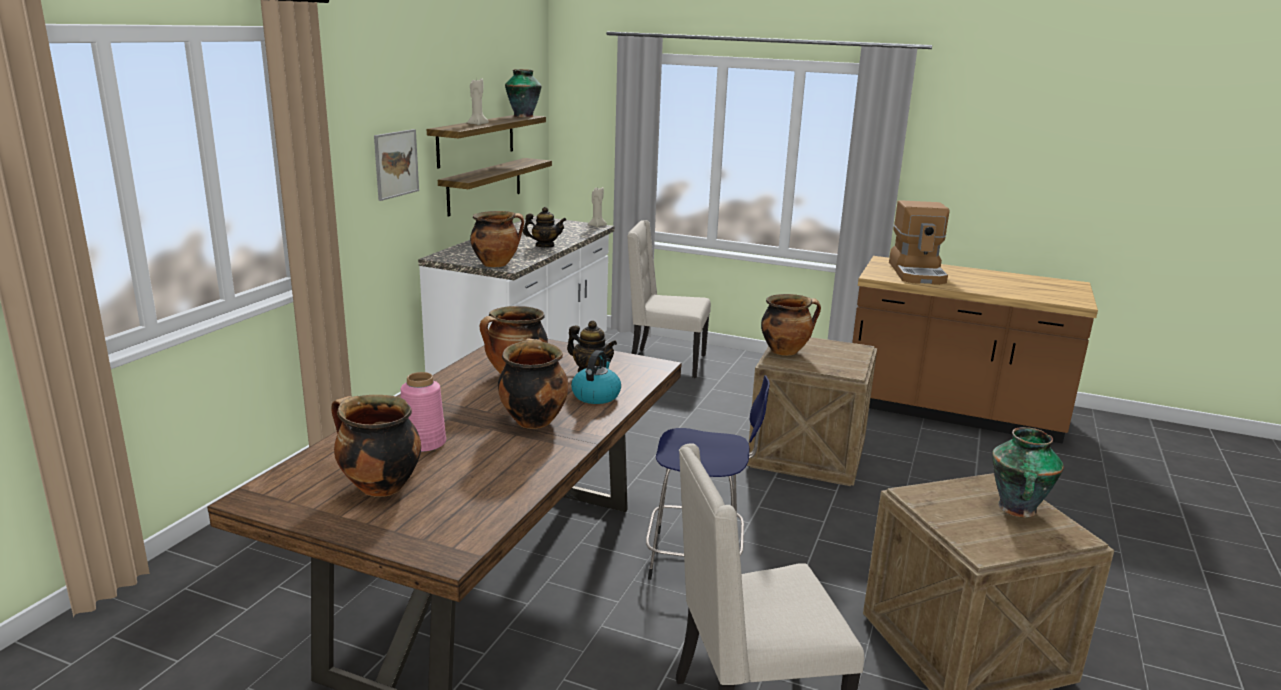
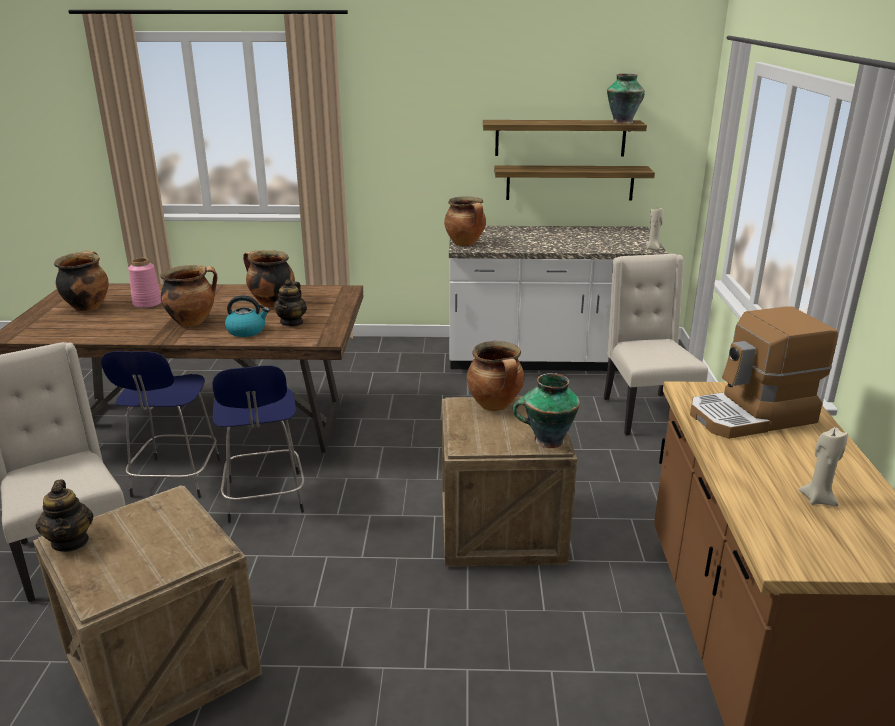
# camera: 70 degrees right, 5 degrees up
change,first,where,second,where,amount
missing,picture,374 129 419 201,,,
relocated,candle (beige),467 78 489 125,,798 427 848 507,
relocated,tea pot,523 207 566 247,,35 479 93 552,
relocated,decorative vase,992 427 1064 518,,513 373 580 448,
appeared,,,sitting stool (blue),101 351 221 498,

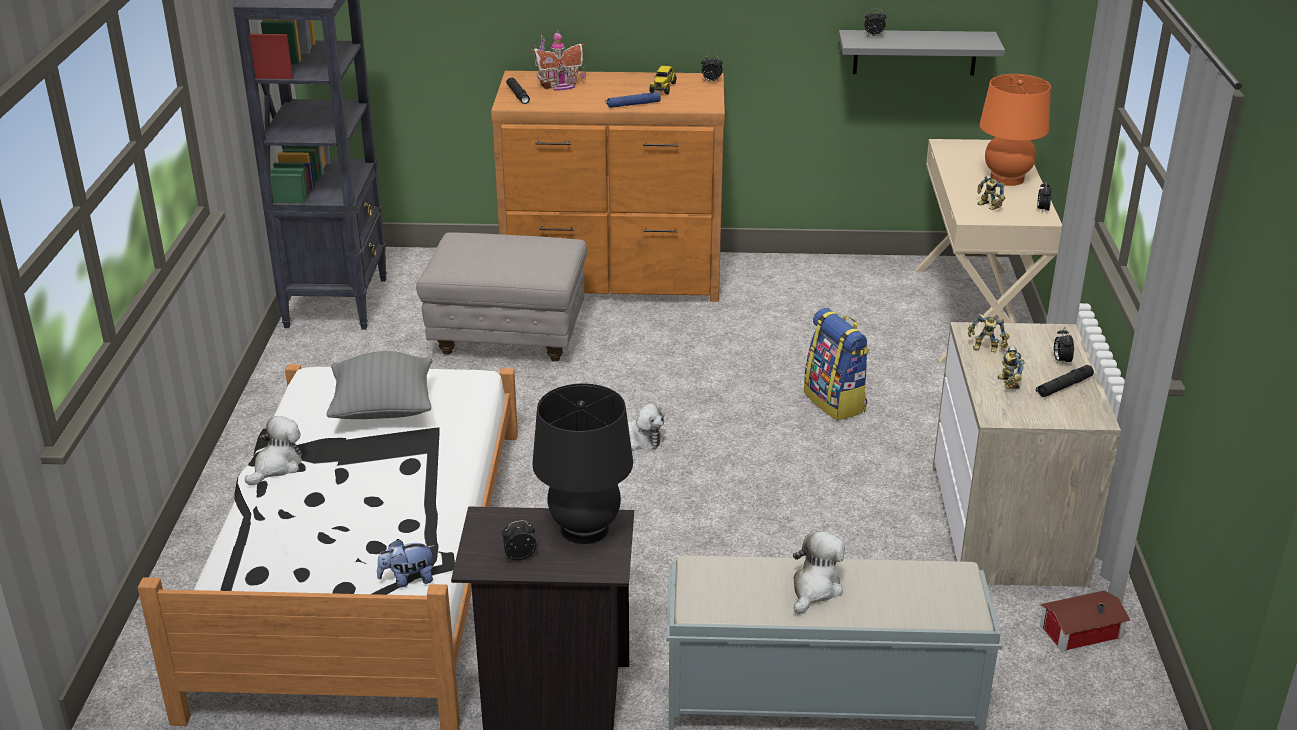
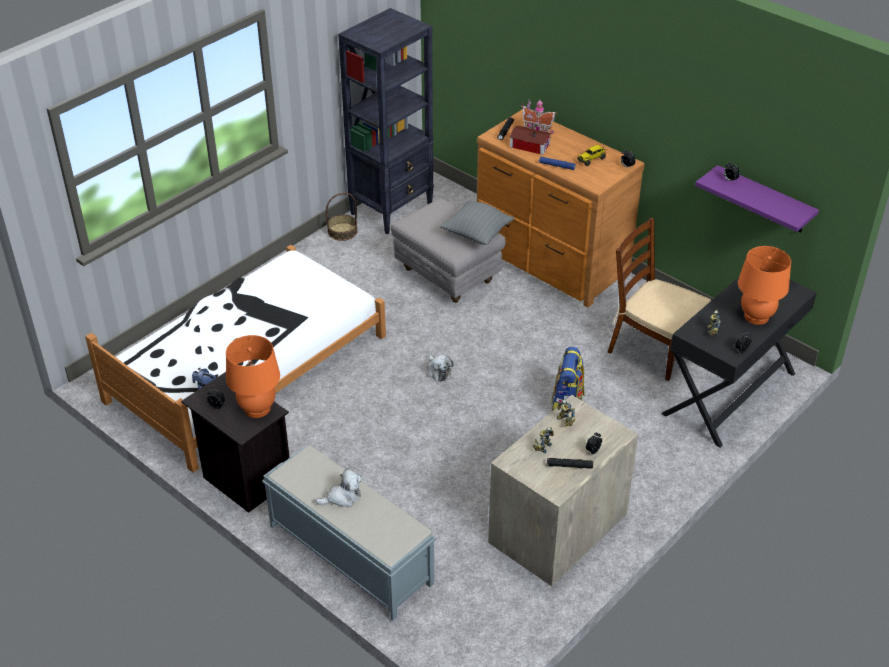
# camera: 40 degrees right, 10 degrees up
change,first,where,second,where,amount
missing,soft toy,245 416 302 485,,,
relocated,cushion (grey),327 351 432 419,,440 200 514 245,
colour,lamp for a table (black-coloured),532 384 633 544,lamp for a table (orange),226 335 280 418,
colour,shelf (grey),839 30 1005 75,shelf (purple),695 165 819 233,
colour,desk table (beige),916 139 1062 363,desk table (black-coloured),661 270 817 448,
relocated,model house,1040 590 1131 652,,509 126 552 155,
appeared,,,household basket,326 192 358 241,
appeared,,,chair (brown),607 217 711 381,

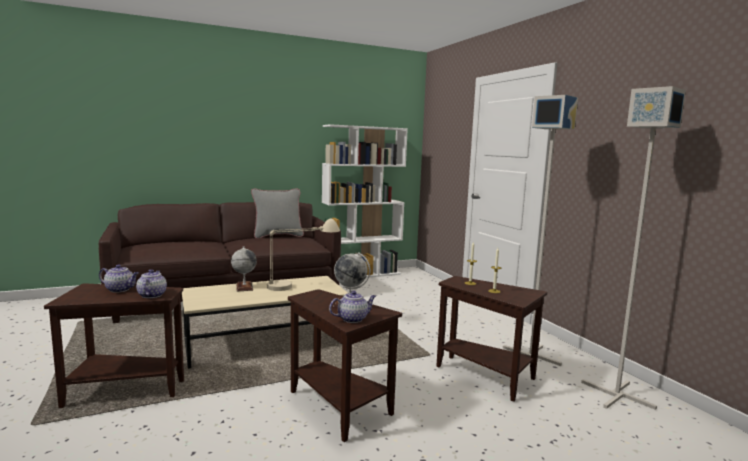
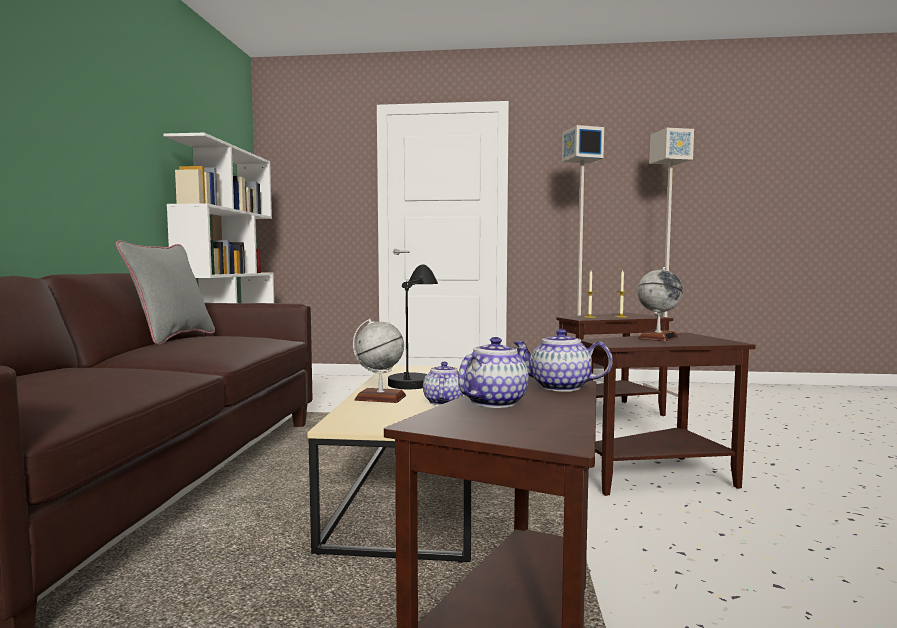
# camera: 60 degrees left, 5 degrees down
change,first,where,second,where,amount
colour,lamp for a table (beige),267 219 340 291,lamp for a table (black-coloured),388 264 438 389,
relocated,tea pot,329 291 376 323,,423 362 464 405,

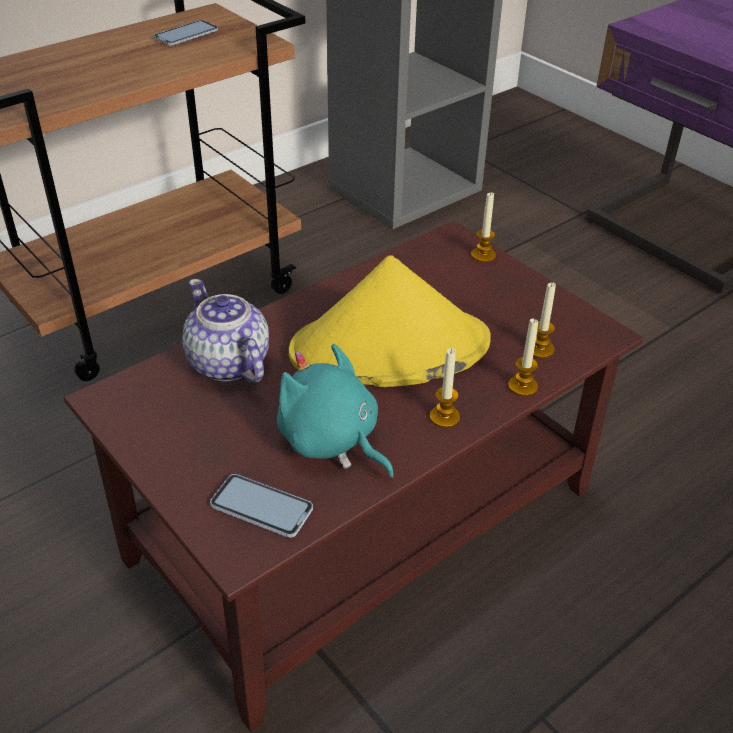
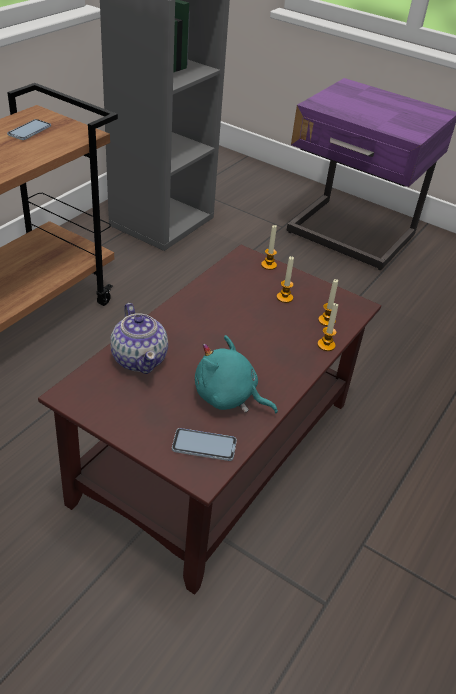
# camera: 20 degrees left, 0 degrees up
change,first,where,second,where,amount
spun,tea pot,182 279 269 383,,110 303 168 374,150 degrees counterclockwise
missing,hat (yellow-coloured),289 255 491 387,,,
relocated,candle,430 348 460 428,,277 256 294 303,

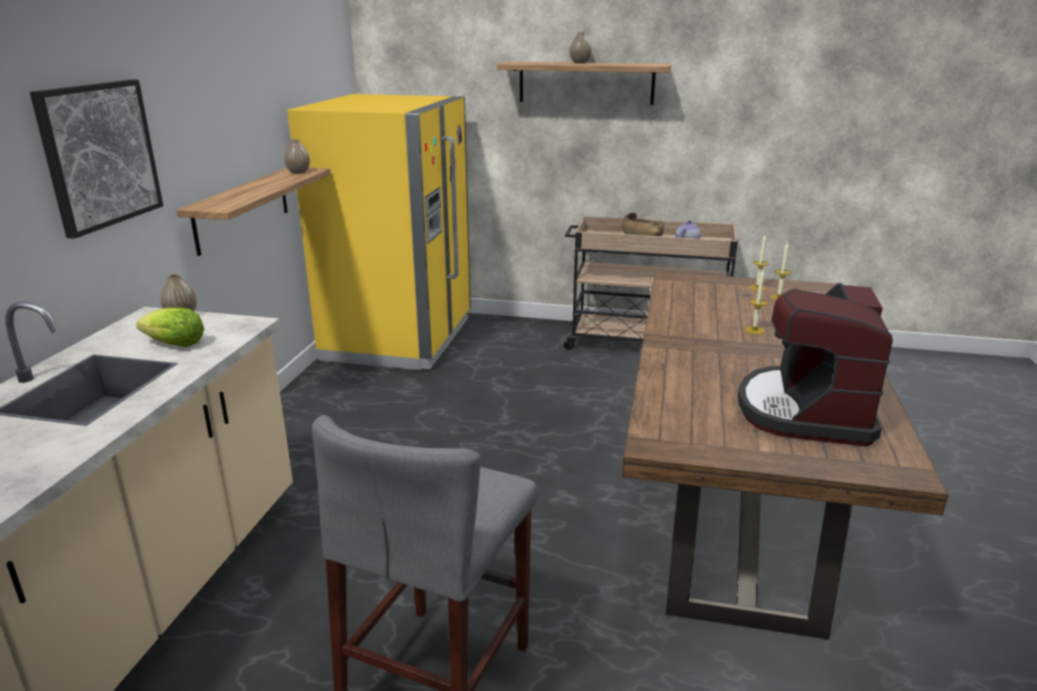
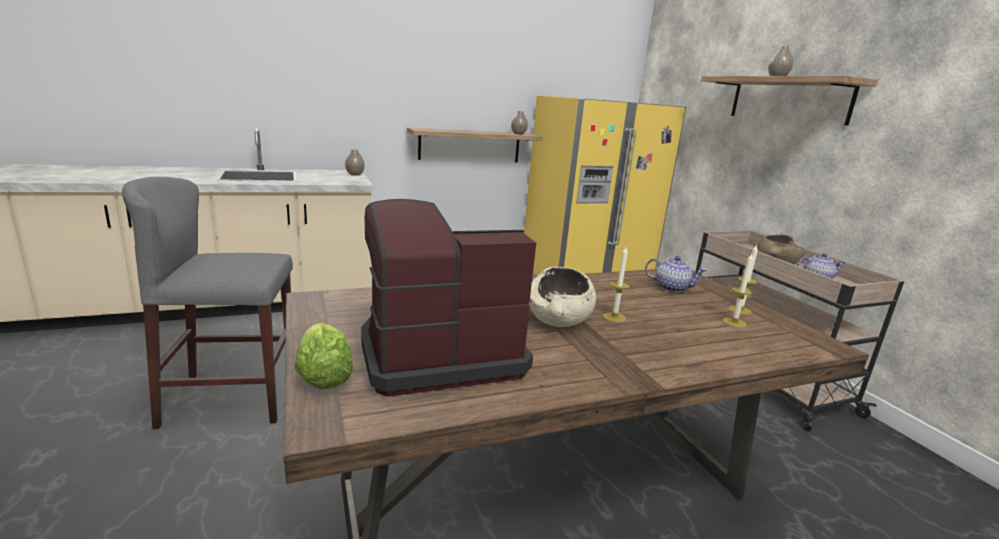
# camera: 55 degrees right, 5 degrees down
change,first,where,second,where,amount
missing,picture,30 80 163 239,,,
relocated,head of lettuce,136 308 204 347,,295 323 354 389,
appeared,,,serving bowl (beige),529 267 596 327,
appeared,,,tea pot,645 256 707 292,

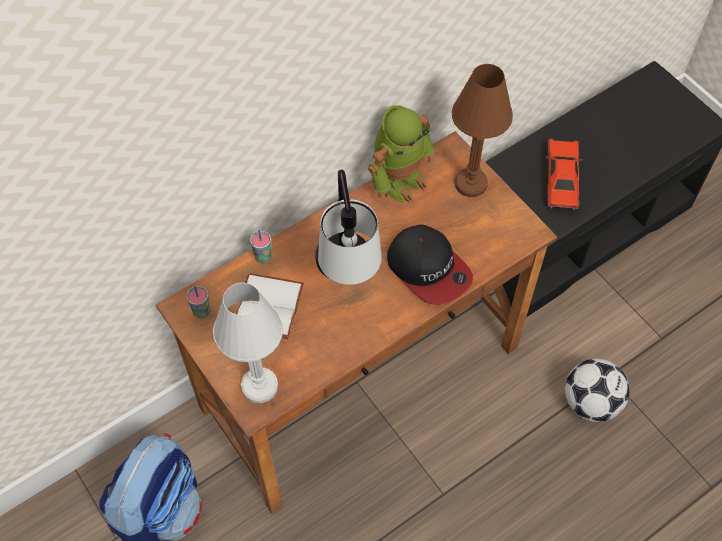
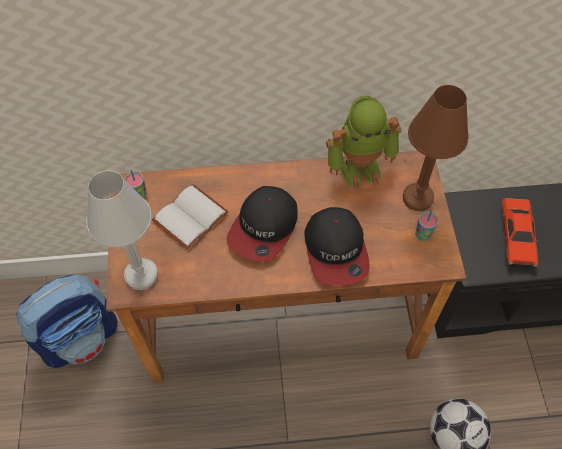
# camera: 30 degrees right, 0 degrees up
change,first,where,second,where,amount
relocated,small cup,250 230 272 263,,415 210 438 241,
exchanged,lamp for a table,315 170 382 285,baseball cap,227 186 298 262,
spun,toy car (reddish),546 139 584 210,,502 198 541 267,150 degrees clockwise

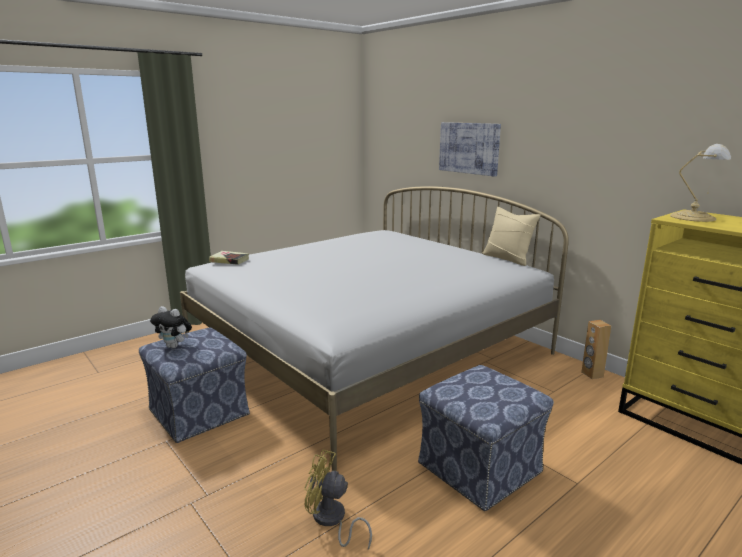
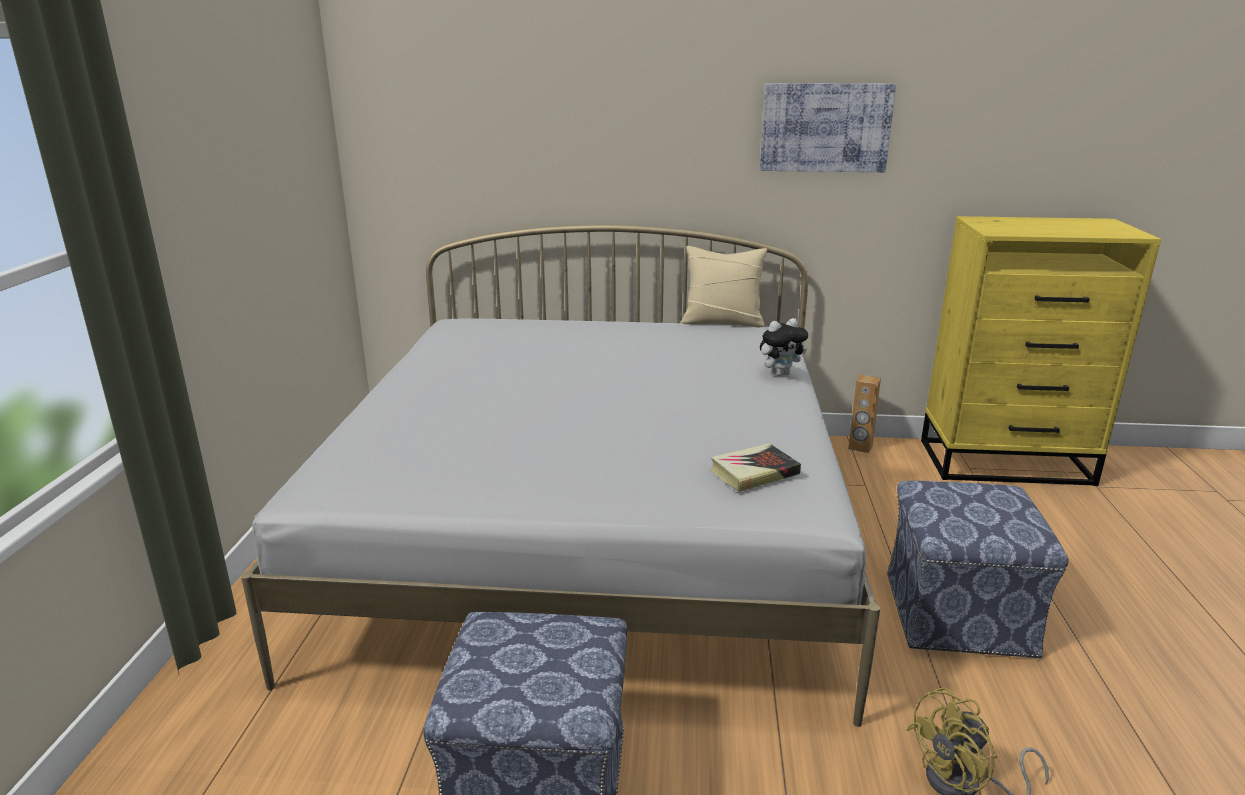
# camera: 45 degrees left, 5 degrees up
change,first,where,second,where,amount
relocated,soft toy,150 306 192 348,,760 318 808 376,
relocated,volume,209 251 249 265,,710 443 801 492,
relocated,picture,439 122 501 177,,760 83 896 172,
missing,lamp for a table,670 144 731 222,,,

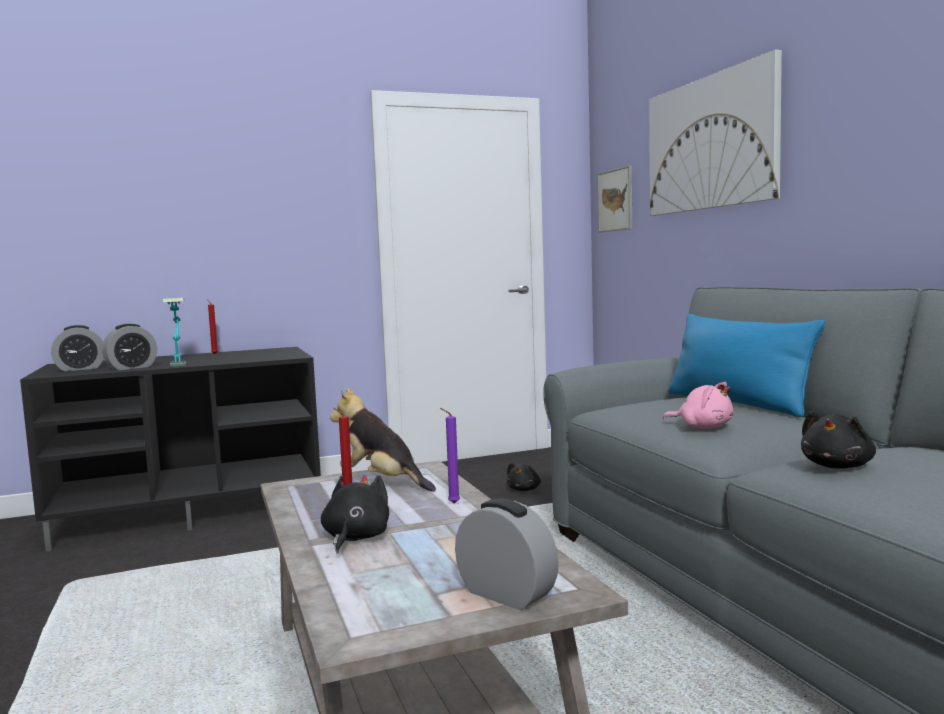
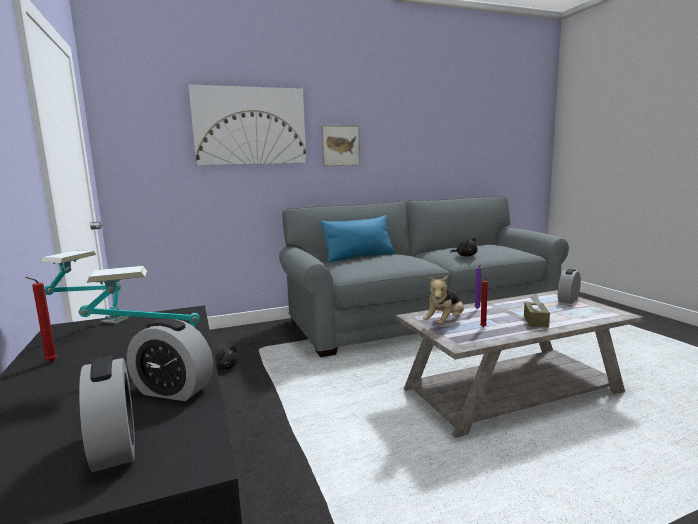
# camera: 90 degrees left, 5 degrees up
change,first,where,second,where,amount
spun,bedside clock,102 324 157 370,,127 318 213 401,150 degrees clockwise
exchanged,soft toy (black-coloured),321 475 389 554,tissue holder (brown),524 293 550 327,
relocated,picture,597 165 632 232,,321 125 360 166,
missing,soft toy (pink),663 382 734 429,,,
appeared,,,lamp for a table,41 250 129 324,

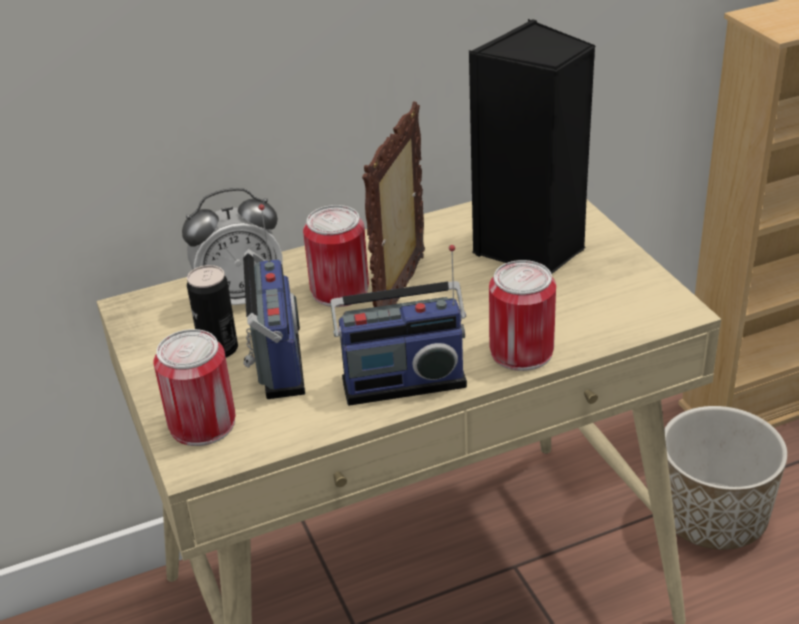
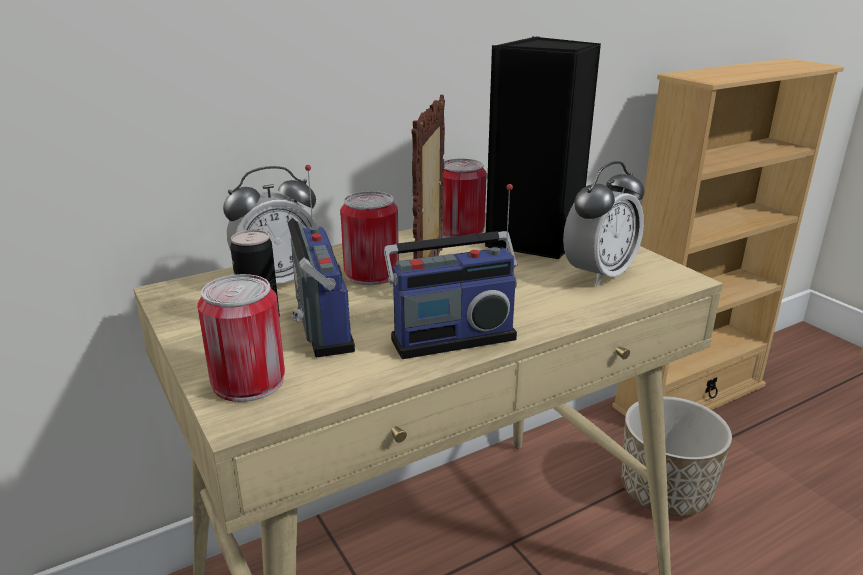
# camera: 10 degrees left, 10 degrees down
change,first,where,second,where,amount
relocated,sealed can,489 260 556 371,,443 158 487 237,
appeared,,,bedside clock,563 161 645 286,

